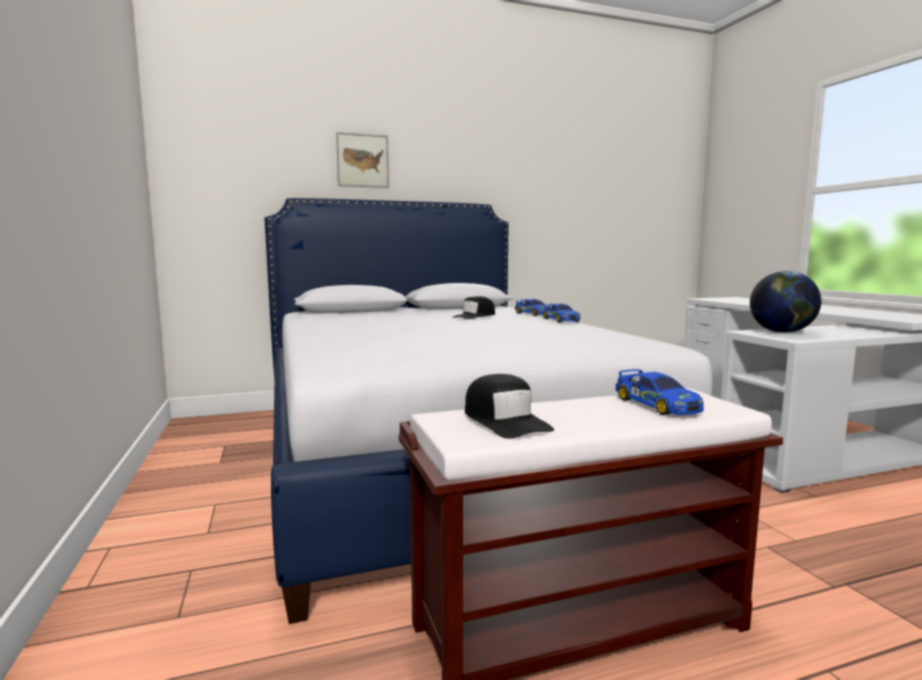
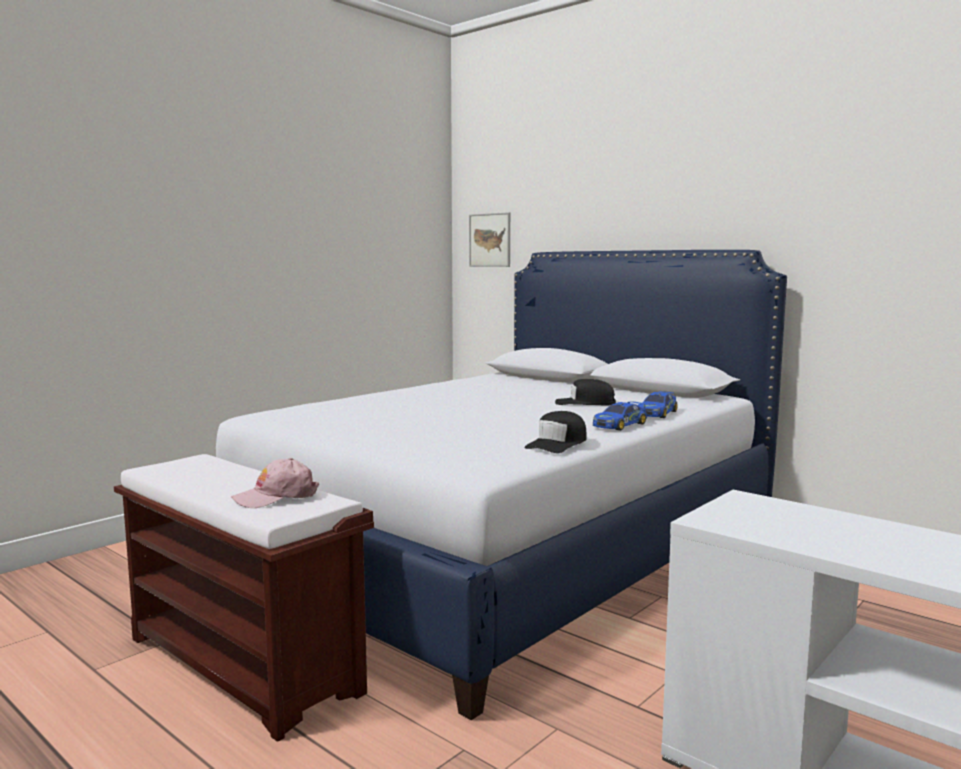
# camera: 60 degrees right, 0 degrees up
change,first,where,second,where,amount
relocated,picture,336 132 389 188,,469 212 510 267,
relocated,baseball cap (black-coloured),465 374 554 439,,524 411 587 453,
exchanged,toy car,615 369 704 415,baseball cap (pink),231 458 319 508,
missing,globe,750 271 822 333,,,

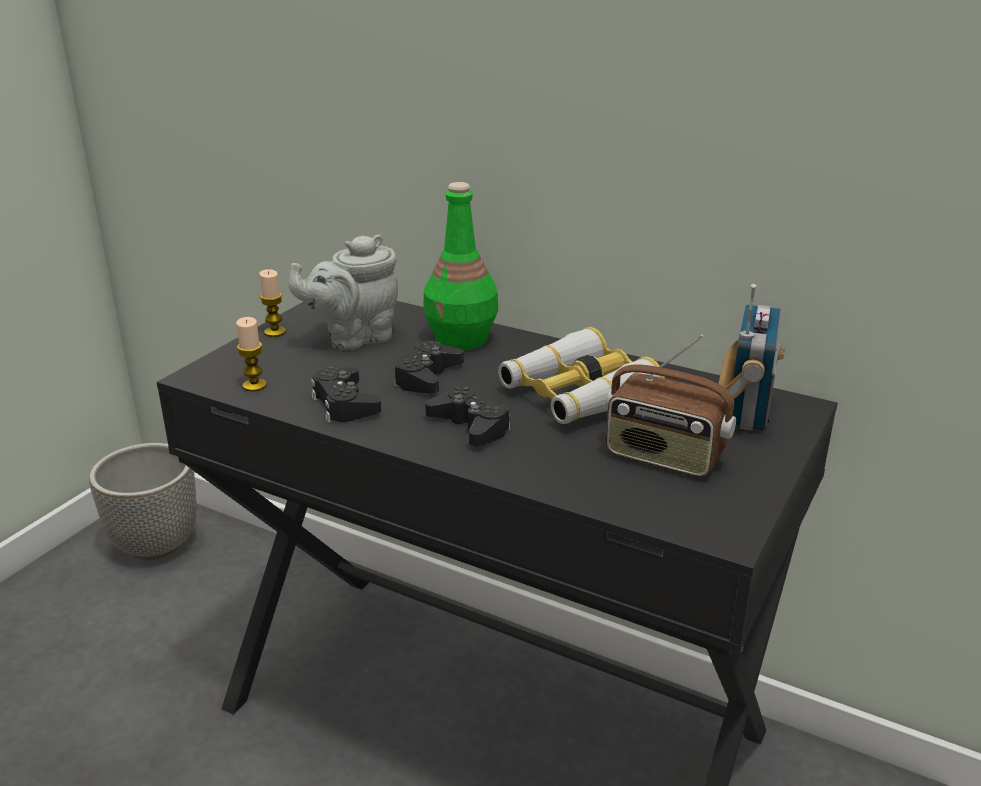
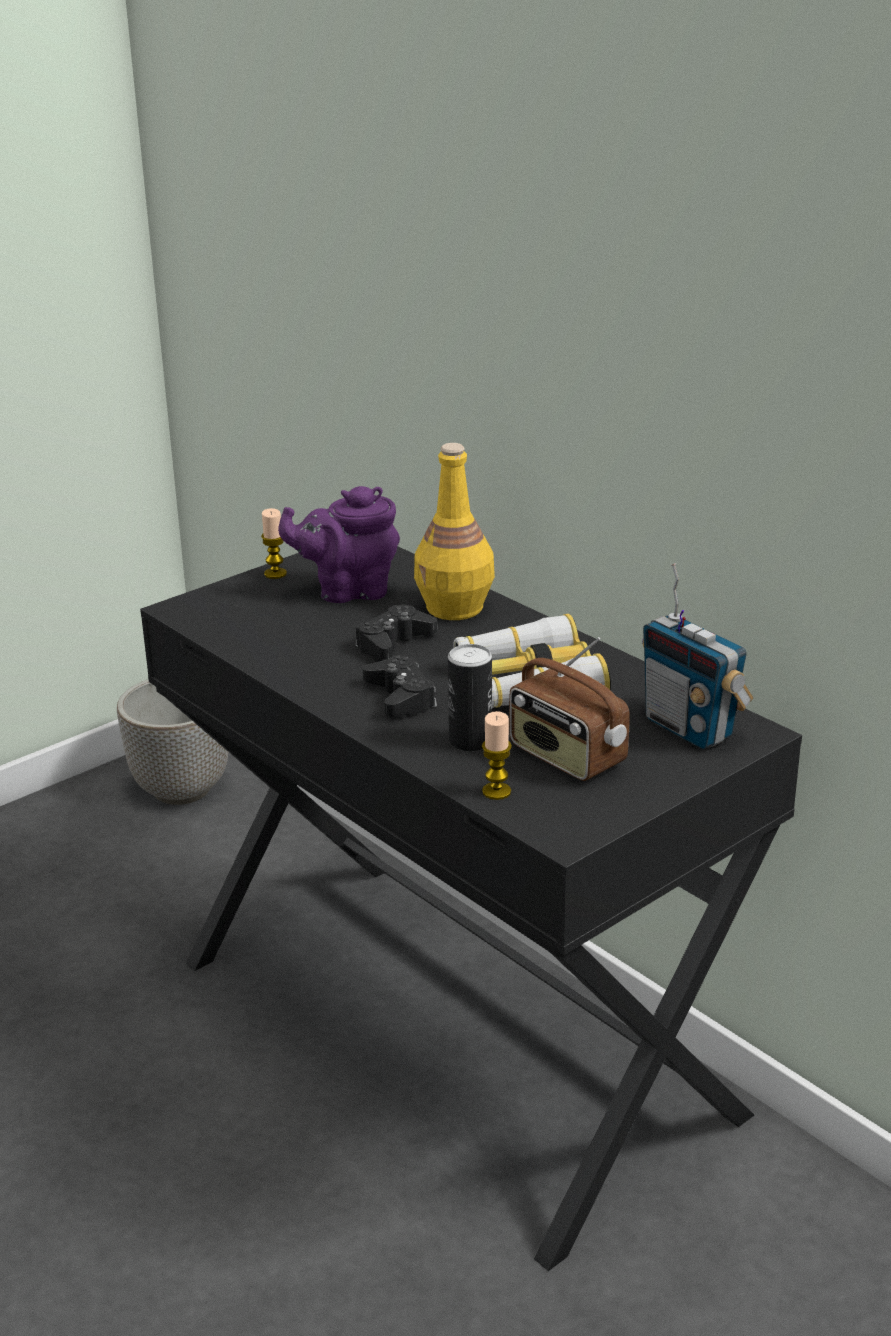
# camera: 20 degrees right, 0 degrees up
change,first,where,second,where,amount
relocated,candle,236 317 267 392,,482 711 512 800,
colour,tea pot (grey),288 235 398 350,tea pot (purple),278 486 400 603,
missing,joypad (black-coloured),311 367 381 422,,,
colour,drink bottle (greenish),423 182 498 350,drink bottle (yellow-coloured),414 443 495 620,
spun,radio set,718 284 785 431,,642 563 753 749,105 degrees clockwise
appeared,,,sealed can,448 644 492 751,

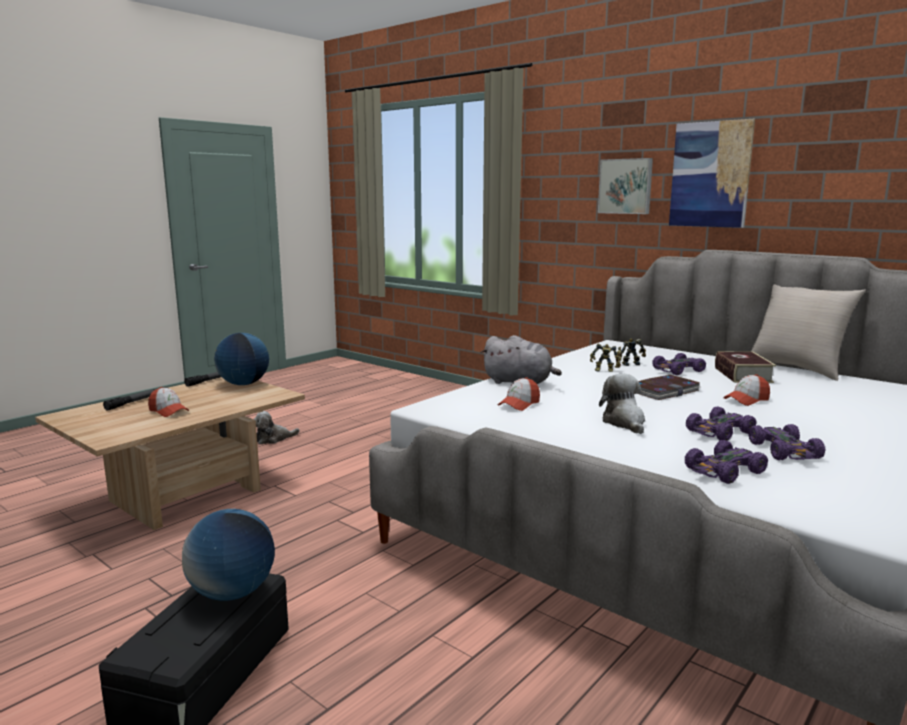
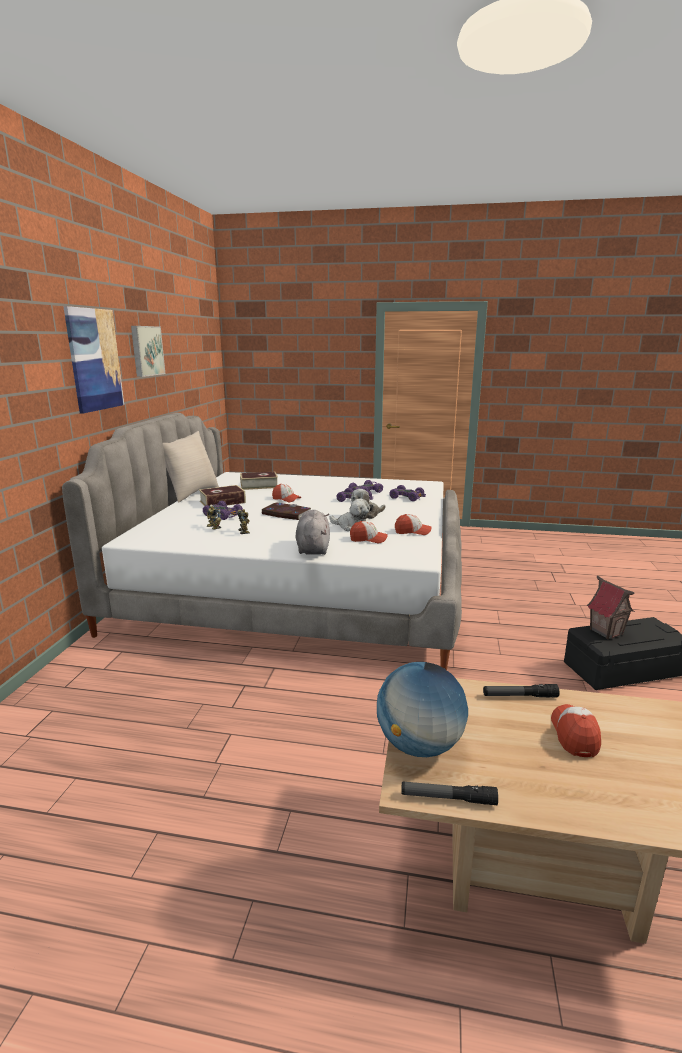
# camera: 120 degrees left, 5 degrees up
change,first,where,second,where,amount
relocated,torch,103 389 155 411,,483 684 560 697,
exchanged,globe,182 509 275 601,model house,587 576 635 639,
relocated,soft toy,254 411 300 444,,329 498 370 531,
relocated,picture,598 158 653 214,,131 326 165 377,
appeared,,,volume,240 471 278 490,
appeared,,,baseball cap,395 514 431 535,

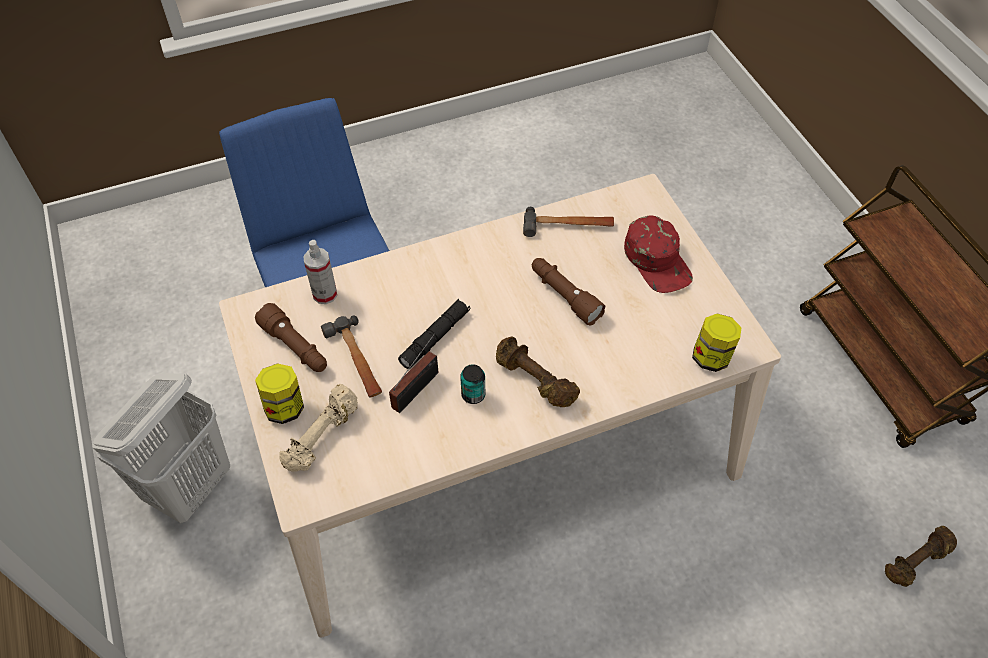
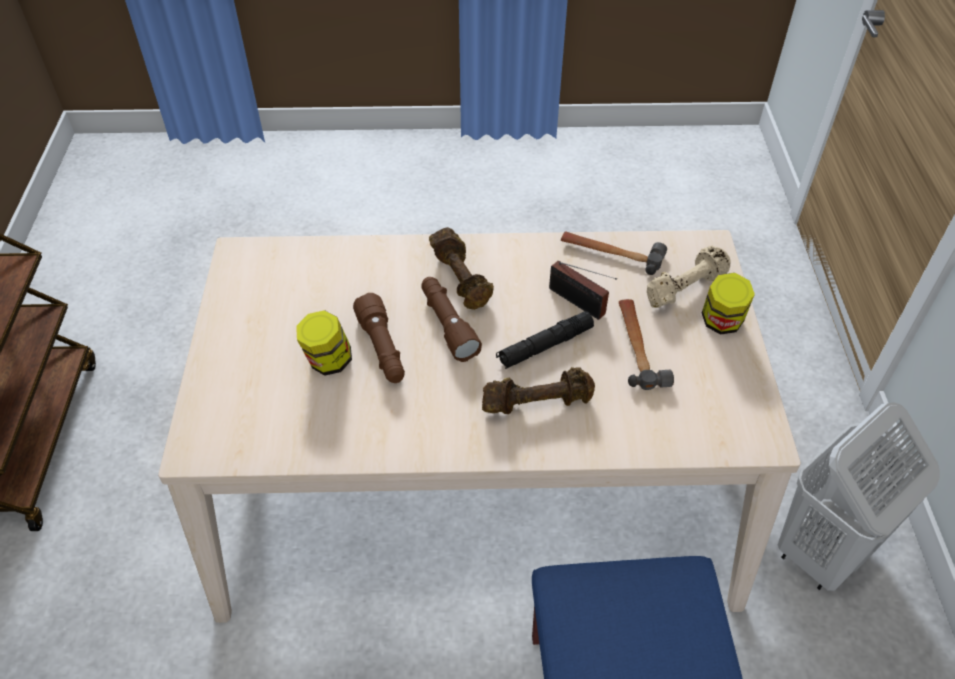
# camera: 160 degrees left, 5 degrees down
change,first,where,second,where,amount
relocated,torch (brown),255 303 327 372,,422 277 482 362,
missing,hand sprayer,303 240 337 304,,,
spun,radio set,389 333 438 413,,549 261 617 320,105 degrees counterclockwise
missing,sealed can,460 364 485 404,,,
relocated,hammer,523 207 614 237,,561 232 667 275,
missing,baseball cap (reddish),624 215 693 293,,,
relocated,jar,692 314 742 372,,296 310 352 376,
relocated,free weight (brown),885 526 957 587,,482 367 595 414,

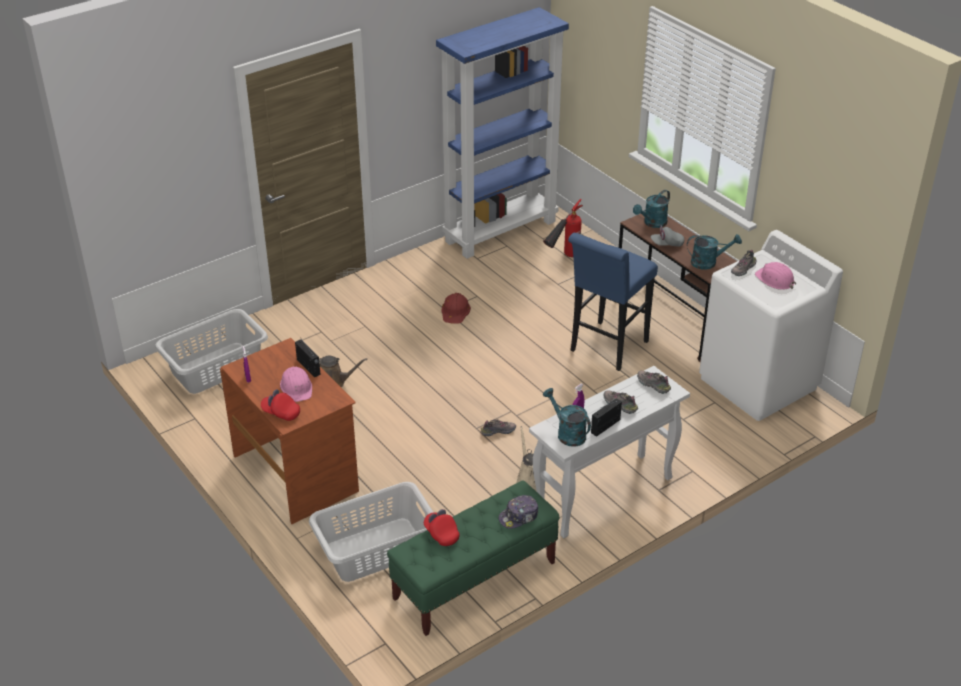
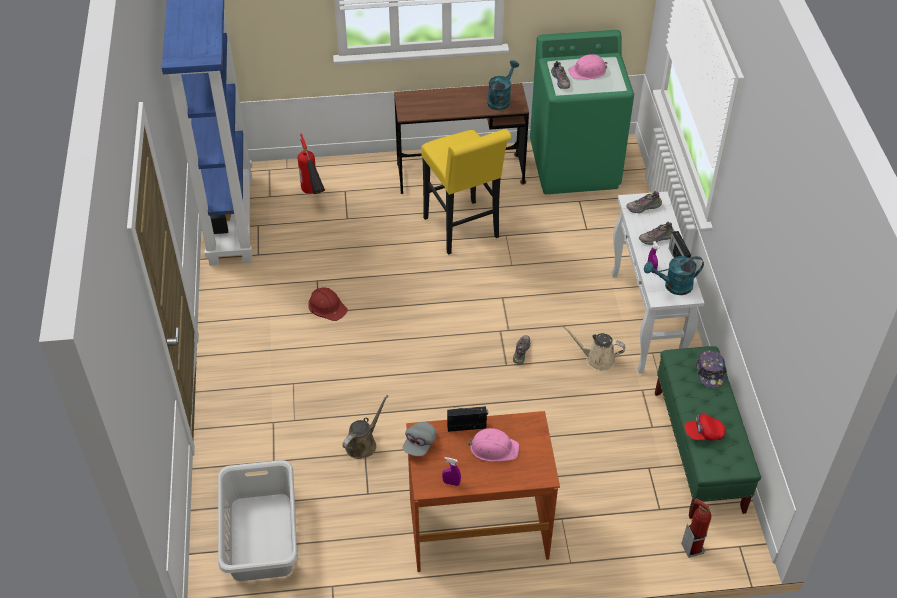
# camera: 60 degrees left, 10 degrees up
change,first,where,second,where,amount
missing,baseball cap (reddish),261 389 300 421,,,
missing,hamper (grey),309 482 434 582,,,
colour,sitting stool (blue),568 233 658 371,sitting stool (yellow-coloured),421 129 512 255,
missing,watering can (turquoise),633 190 670 228,,,
relocated,baseball cap (grey),651 225 684 247,,403 422 437 456,
colour,laundry machine (whitish),699 230 843 421,laundry machine (greenish),530 30 634 194,
appeared,,,fire-fighting cylinder,681 498 711 558,

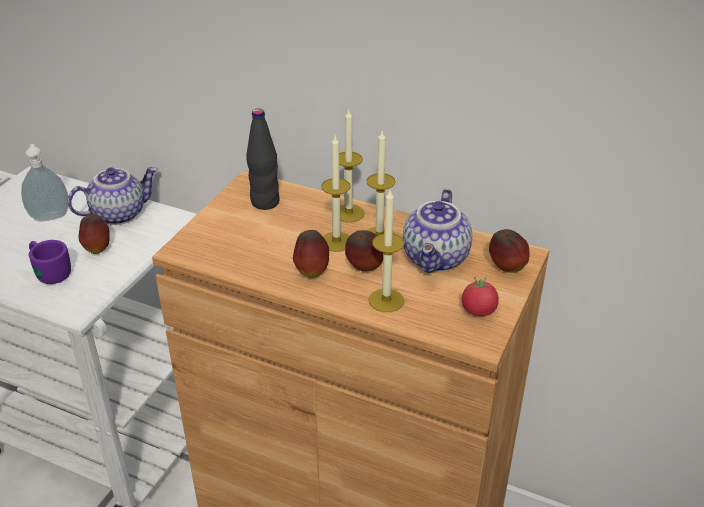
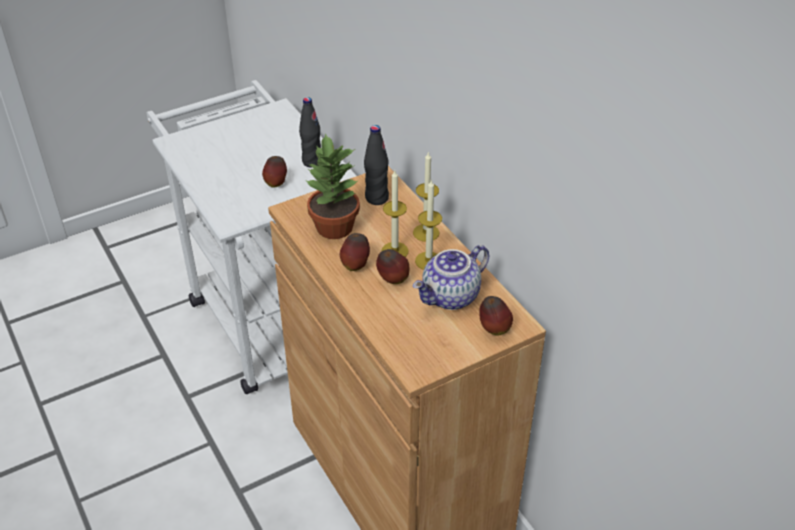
# camera: 35 degrees right, 5 degrees up
change,first,where,second,where,amount
missing,soap dispenser,21 144 69 221,,,
missing,tea mug (purple),29 240 71 284,,,
exchanged,tea pot,68 167 158 225,drink bottle (black-coloured),299 97 321 168,
missing,candle,369 190 404 312,,,
missing,fresh tomato,462 276 499 316,,,
appeared,,,plant in a pot,305 133 360 239,

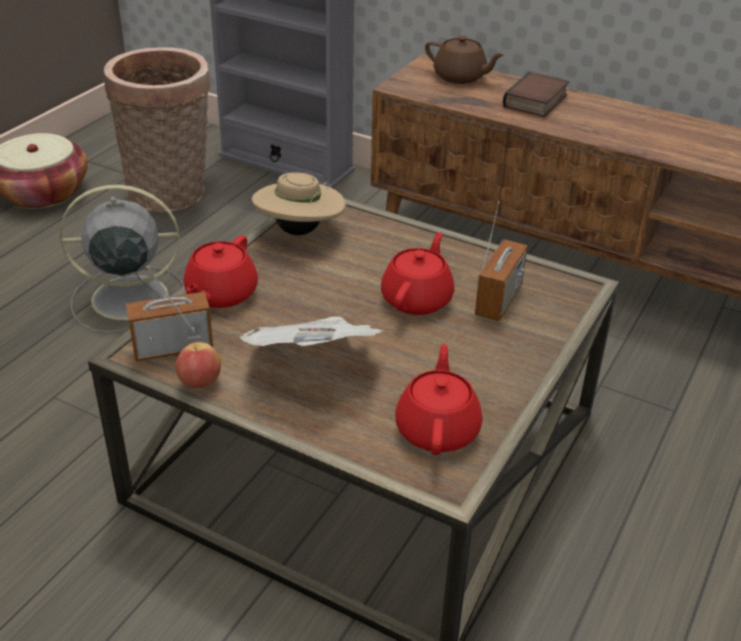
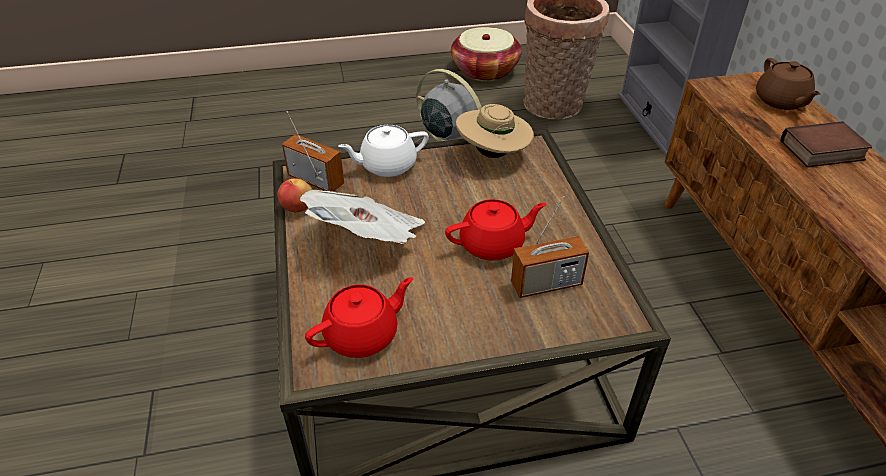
# camera: 50 degrees right, 5 degrees up
change,first,where,second,where,amount
colour,tea pot (reddish),184 235 258 308,tea pot (whitish),338 125 429 177,

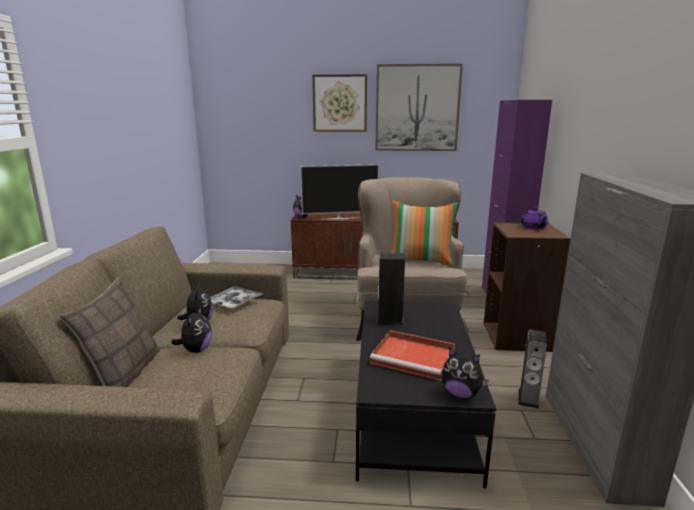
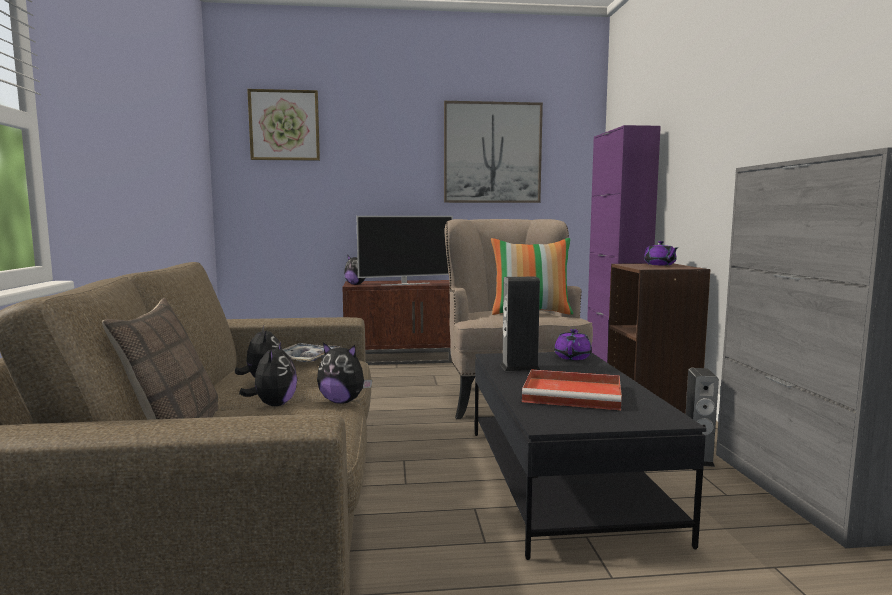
# camera: 10 degrees left, 10 degrees down
change,first,where,second,where,amount
relocated,picture,312 74 367 132,,247 89 320 161,
relocated,soft toy,442 347 489 398,,317 342 372 404,
appeared,,,tea pot (purple),554 329 592 360,

